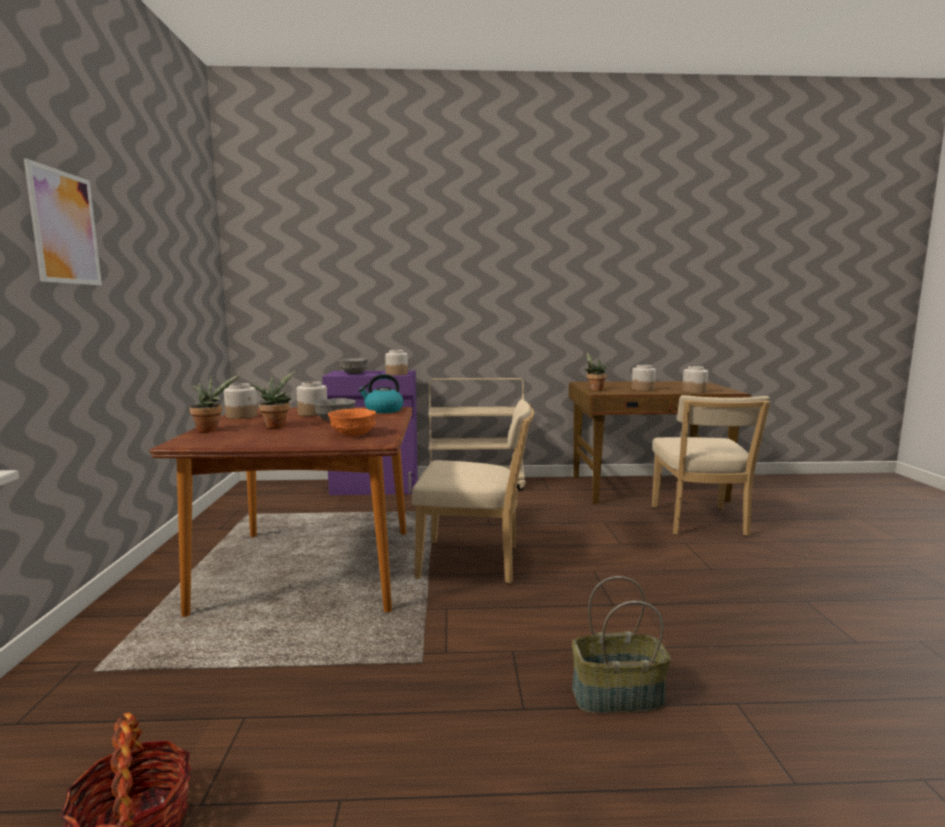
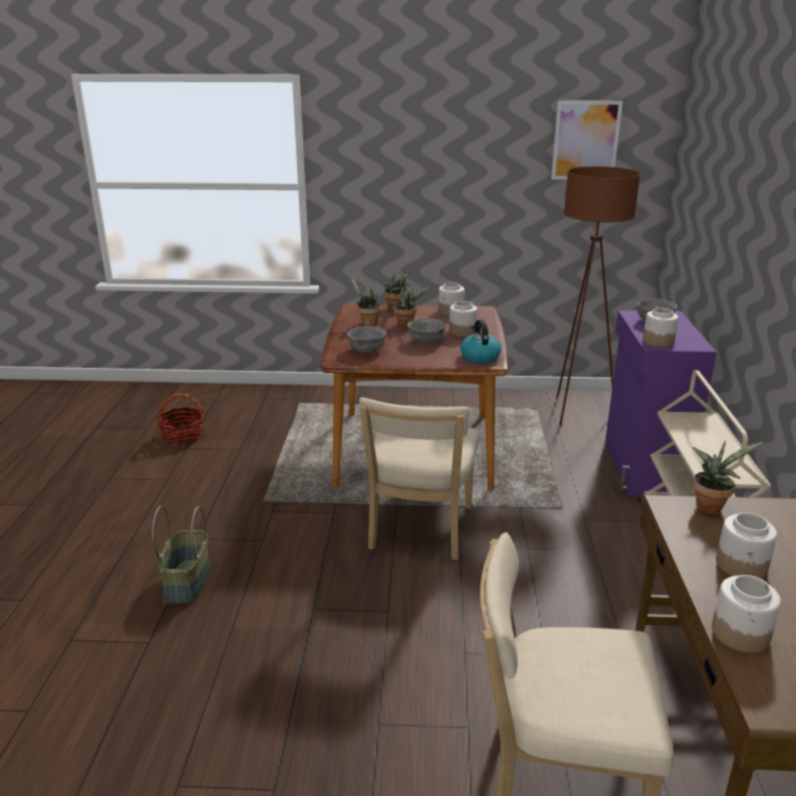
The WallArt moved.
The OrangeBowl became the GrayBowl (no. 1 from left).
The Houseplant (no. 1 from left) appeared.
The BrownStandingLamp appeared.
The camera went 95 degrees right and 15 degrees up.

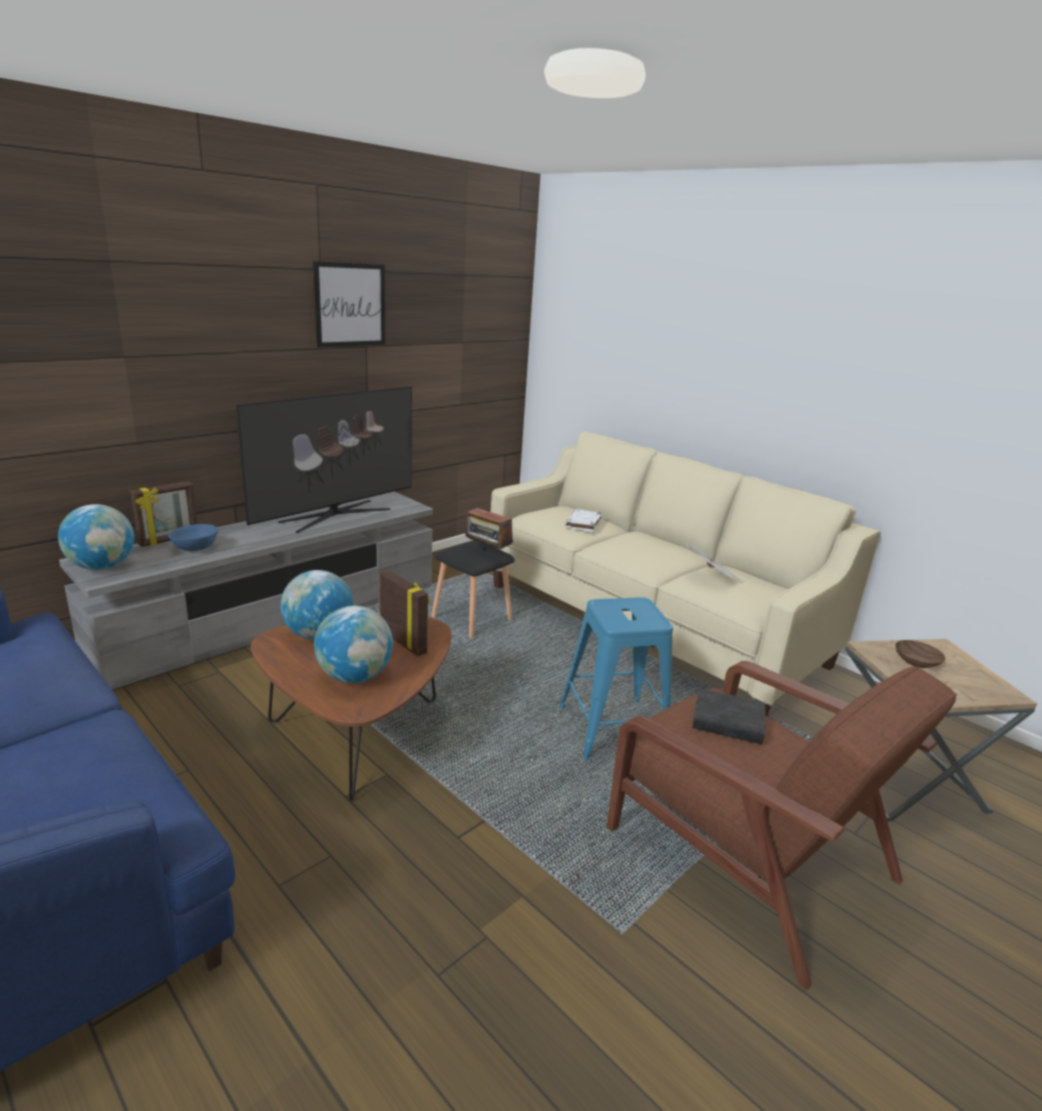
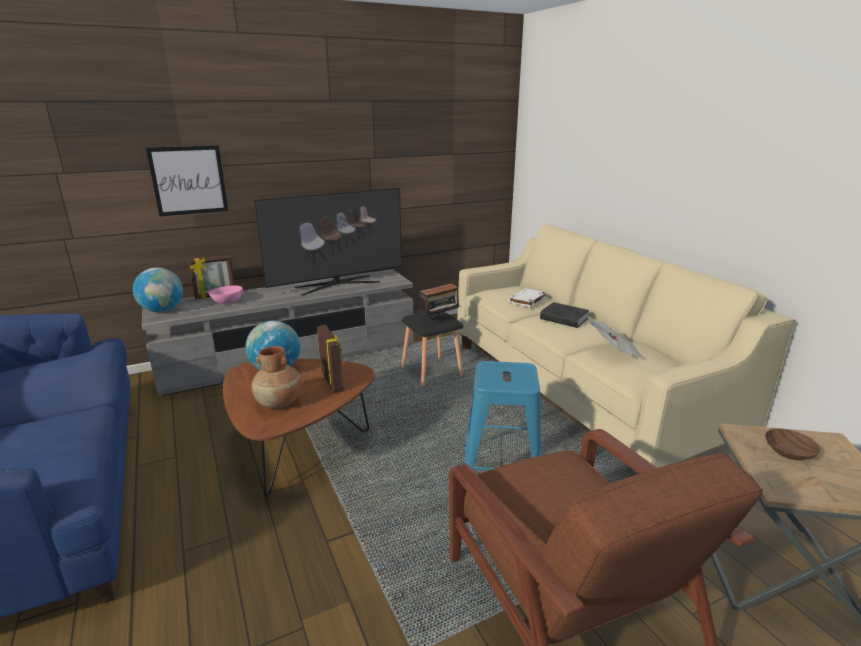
The BlueBowl became the PinkishBowl.
The WallArt moved.
The Globe (no. 3 from left) was replaced by the BrownVase.
The RadioReceiver turned 90 degrees counterclockwise.
The BlackVolume moved.
The camera went 20 degrees right and 0 degrees up.

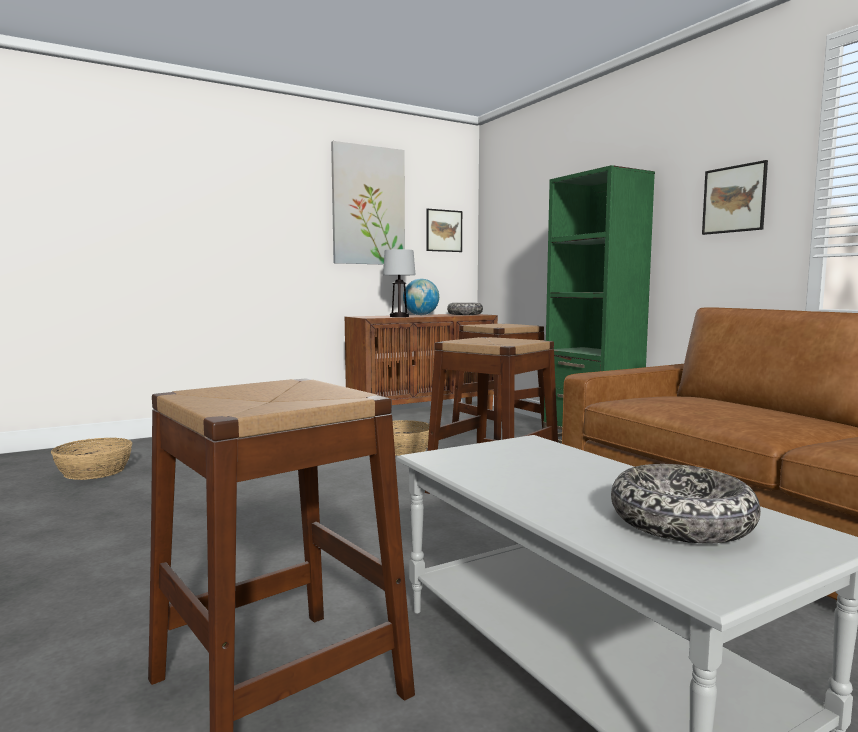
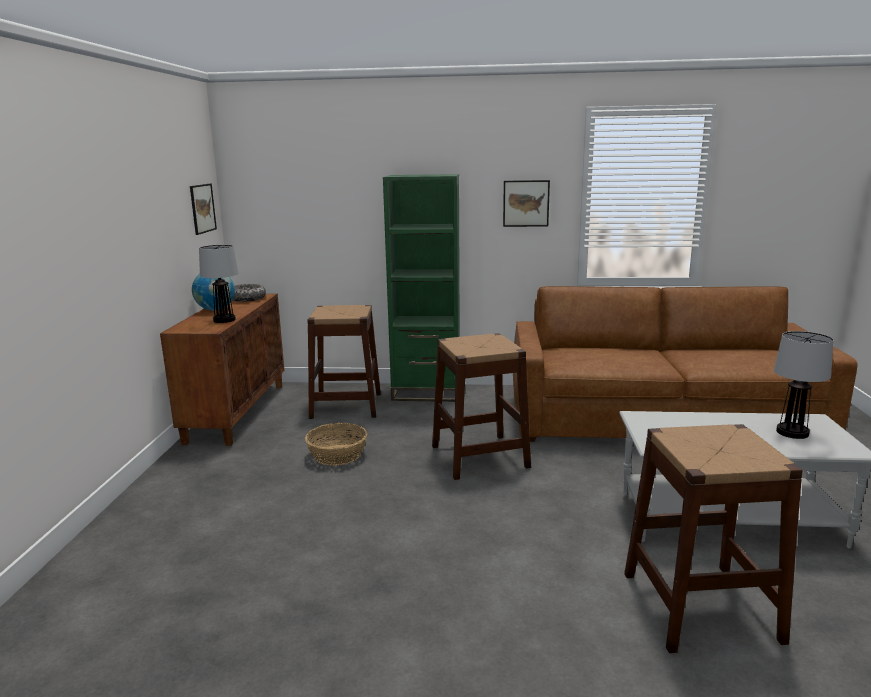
The Basket (no. 1 from left) disappeared.
The WallArt (no. 1 from left) disappeared.
The Bowl (no. 2 from left) was replaced by the LampForATable (no. 2 from left).
The camera went 55 degrees left and 10 degrees up.

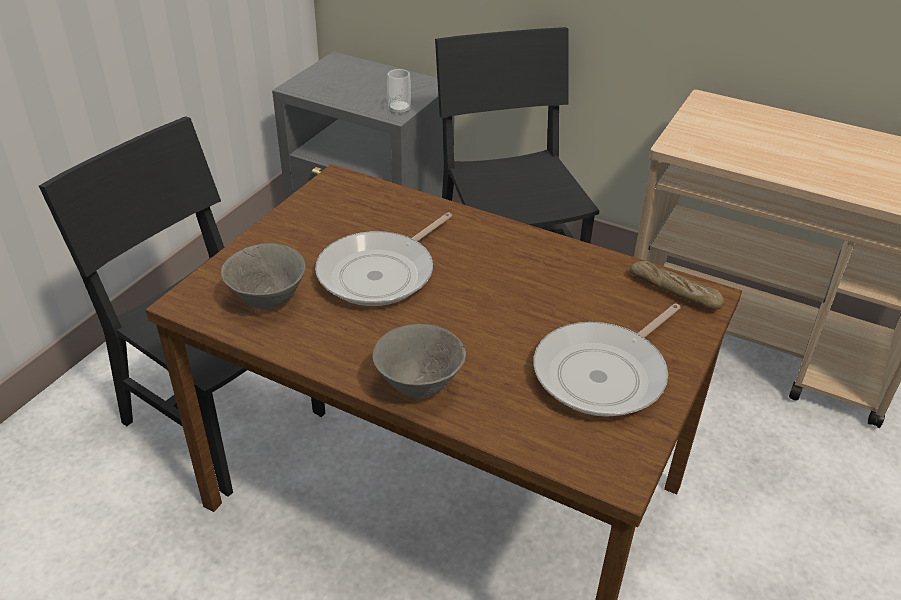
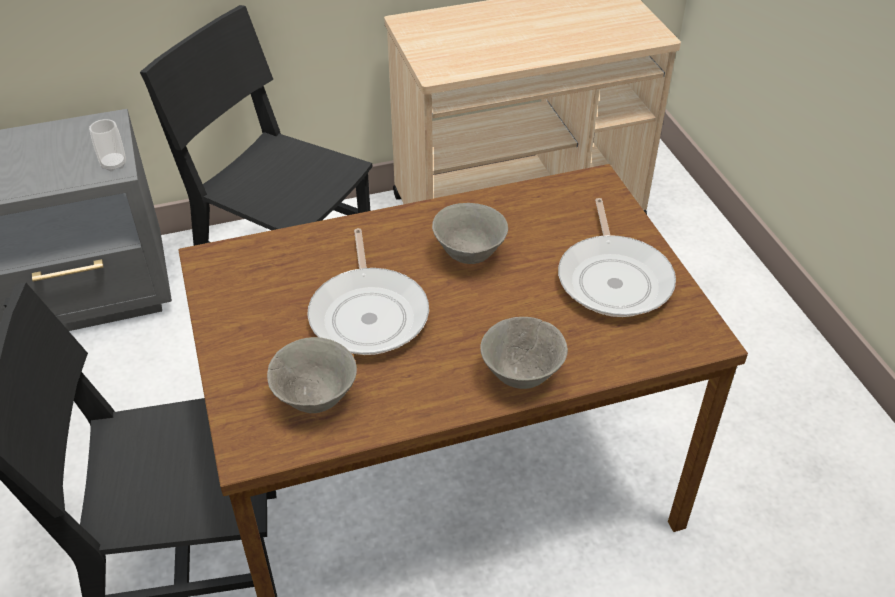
The Bread disappeared.
The GrayBowl (no. 2 from left) appeared.
The camera went 45 degrees left and 5 degrees up.

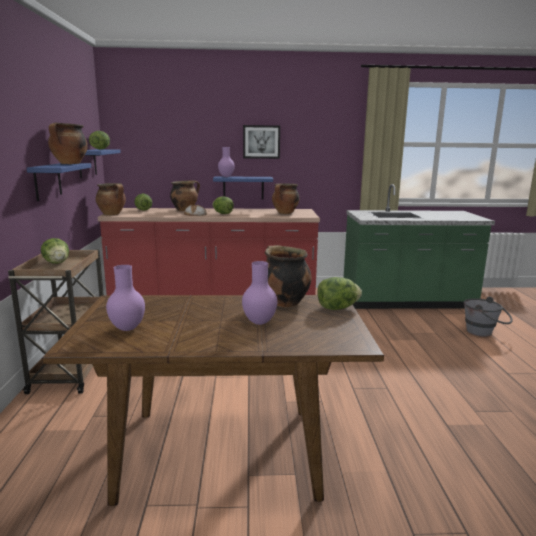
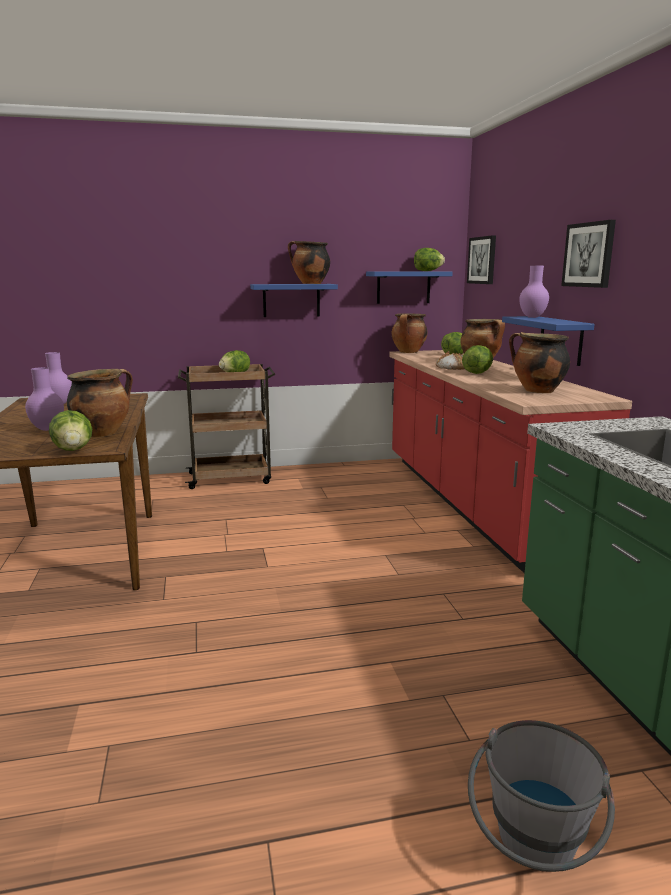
The WallArt (no. 1 from left) appeared.
The camera went 80 degrees right and 0 degrees up.

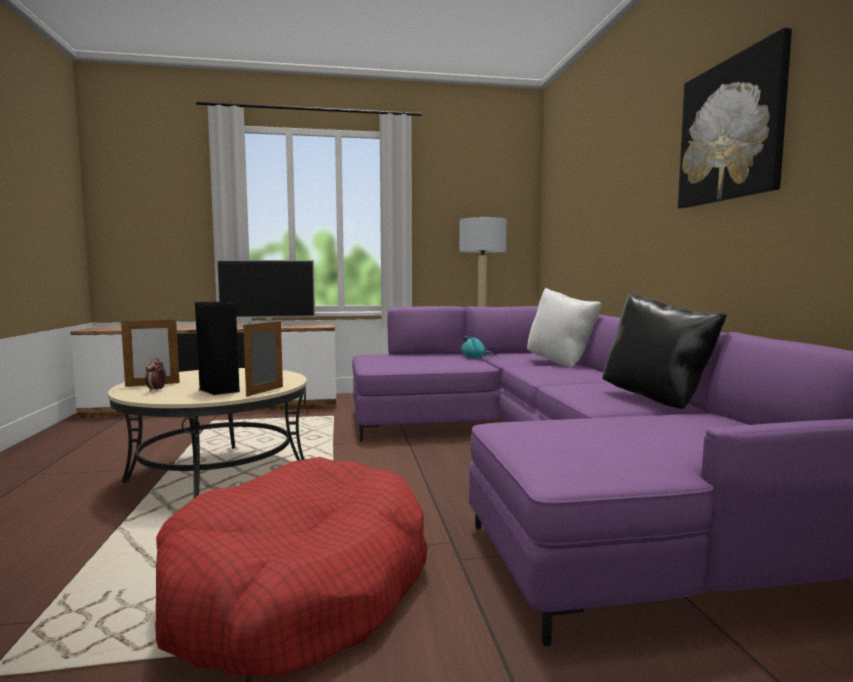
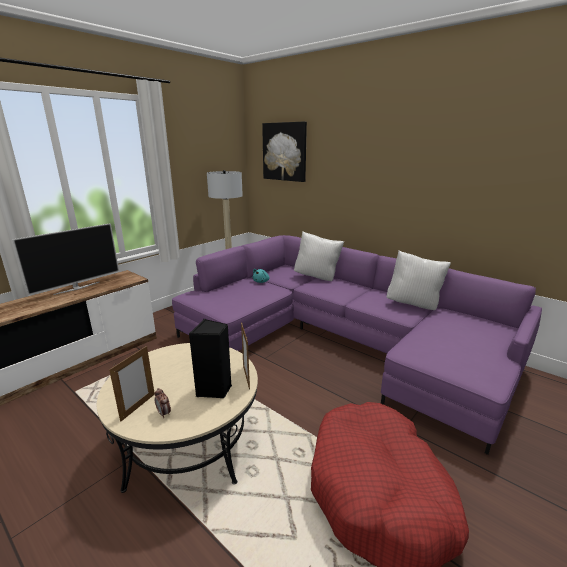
The BlackPillow became the WhiteColouredPillow (no. 2 from left).
The WallArt moved.
The camera went 40 degrees left and 15 degrees up.

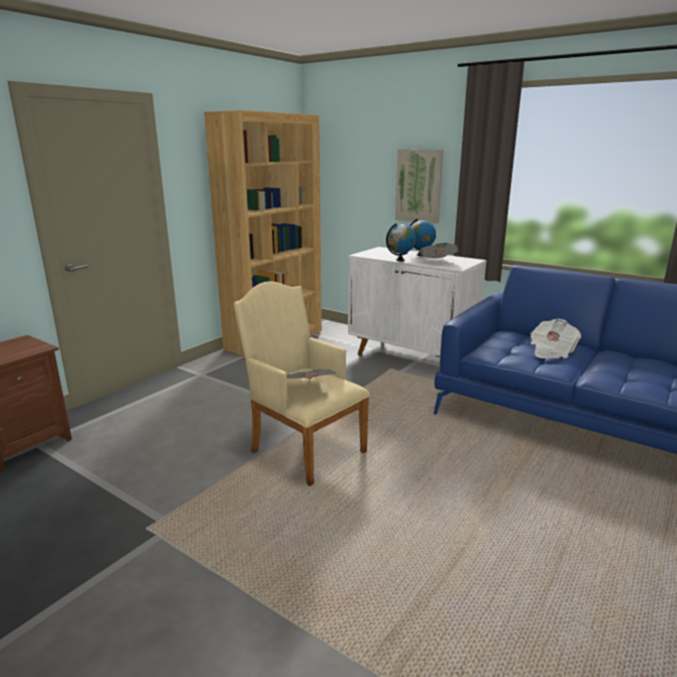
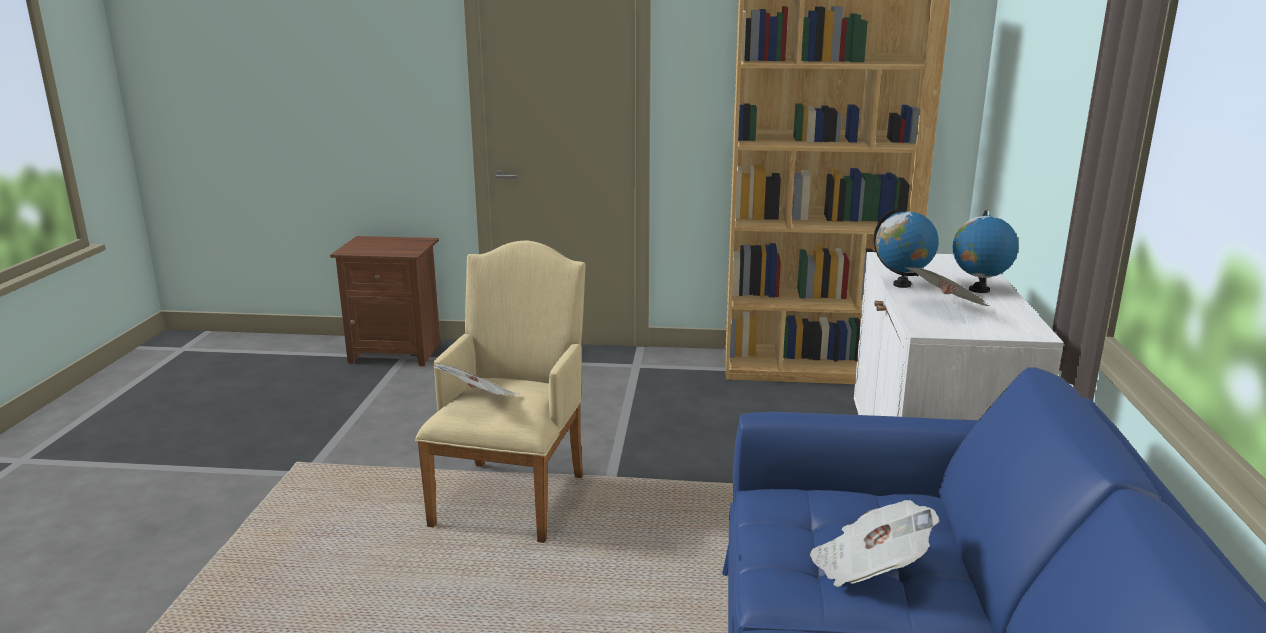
The WallArt disappeared.
The camera went 60 degrees right and 0 degrees up.

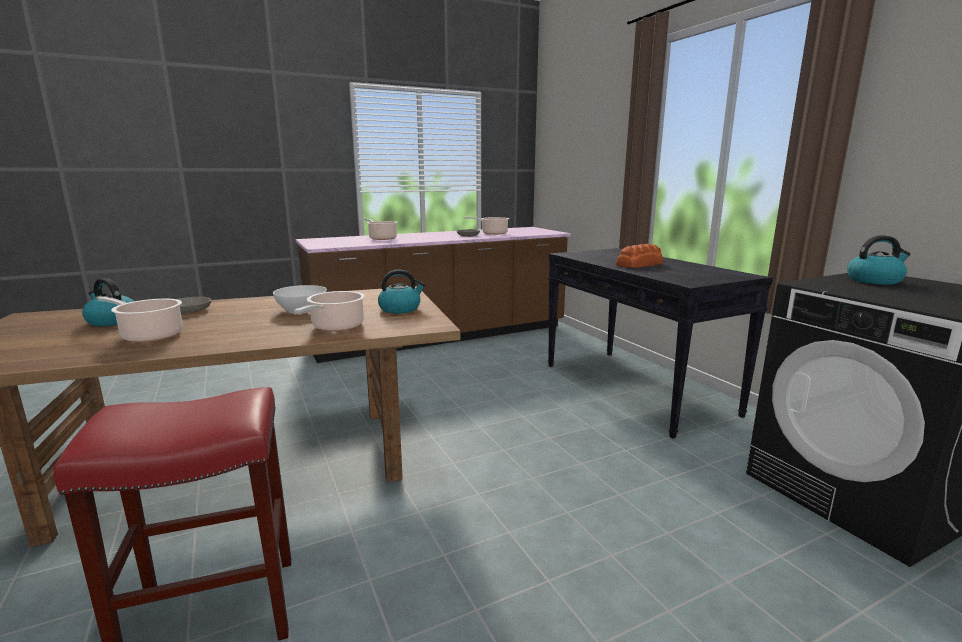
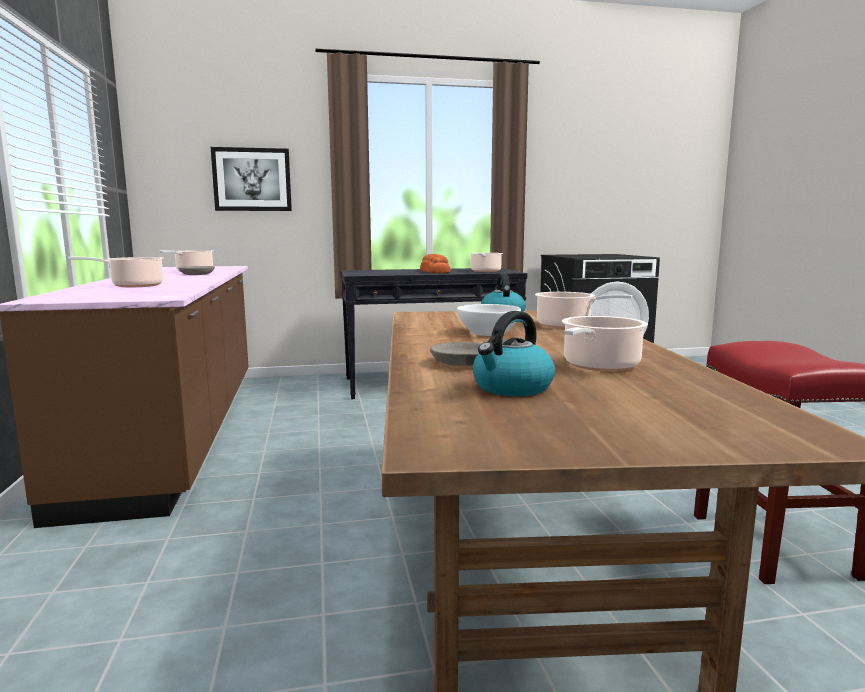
The TeaKettle (no. 3 from left) disappeared.
The WallArt appeared.
The Stockpot (no. 3 from left) appeared.
The camera went 75 degrees left and 5 degrees down.

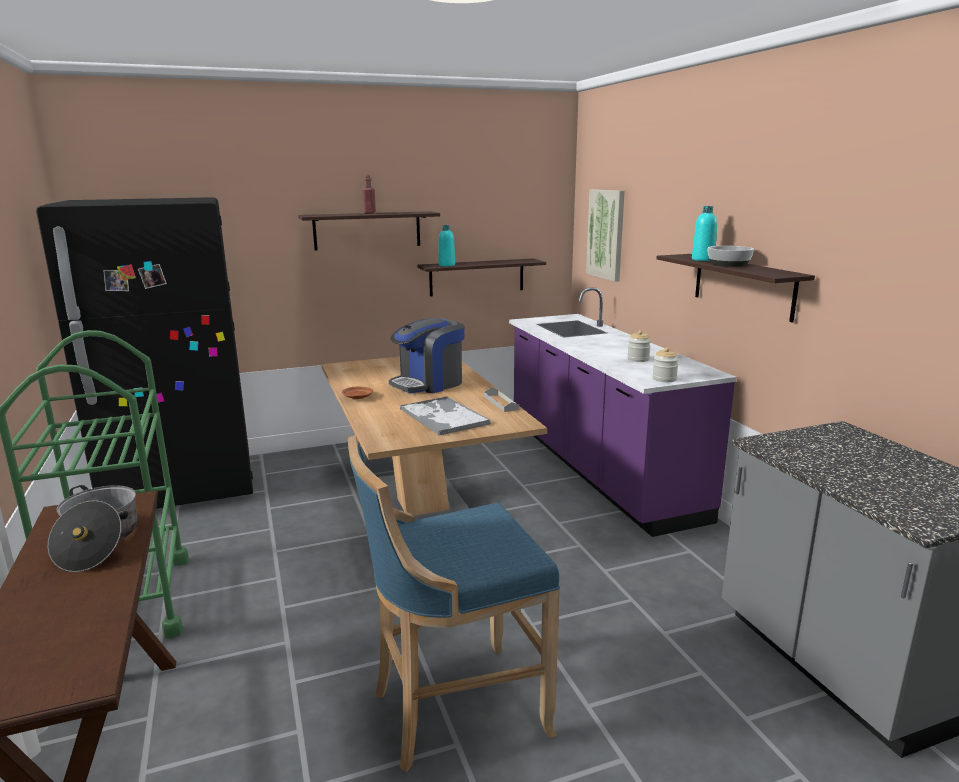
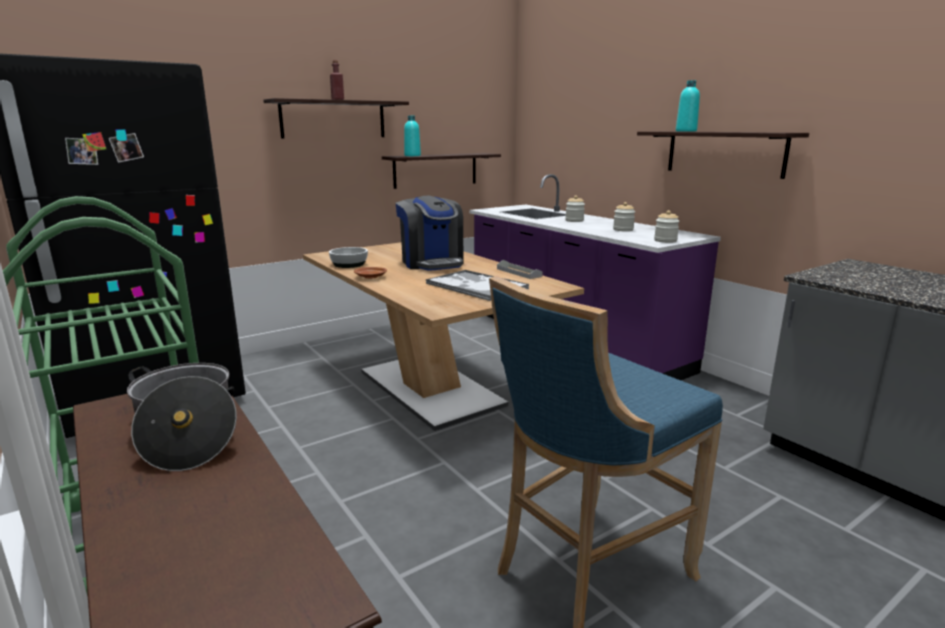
The CoffeeMachine turned 60 degrees counterclockwise.
The WallArt disappeared.
The Bowl moved.
The Jar (no. 1 from left) appeared.
The camera went 15 degrees left and 0 degrees up.

